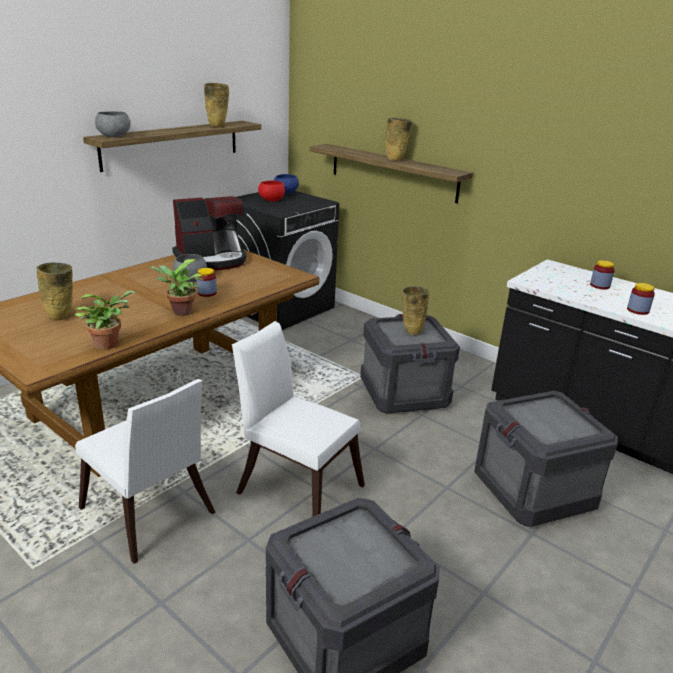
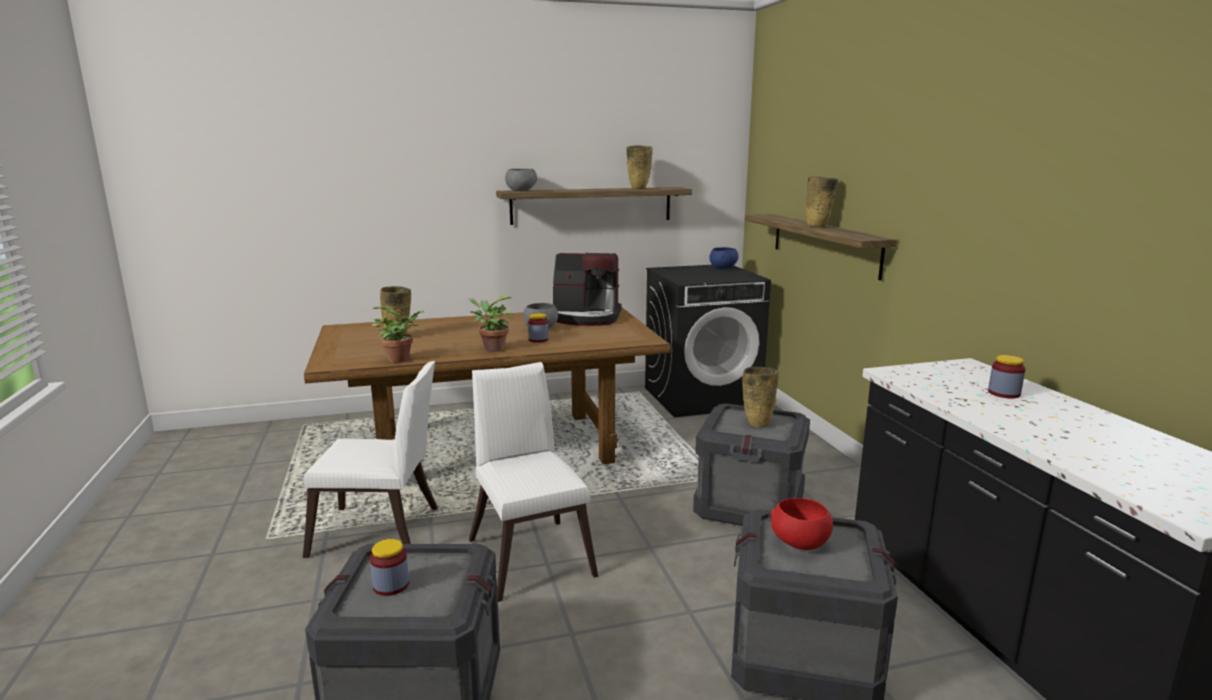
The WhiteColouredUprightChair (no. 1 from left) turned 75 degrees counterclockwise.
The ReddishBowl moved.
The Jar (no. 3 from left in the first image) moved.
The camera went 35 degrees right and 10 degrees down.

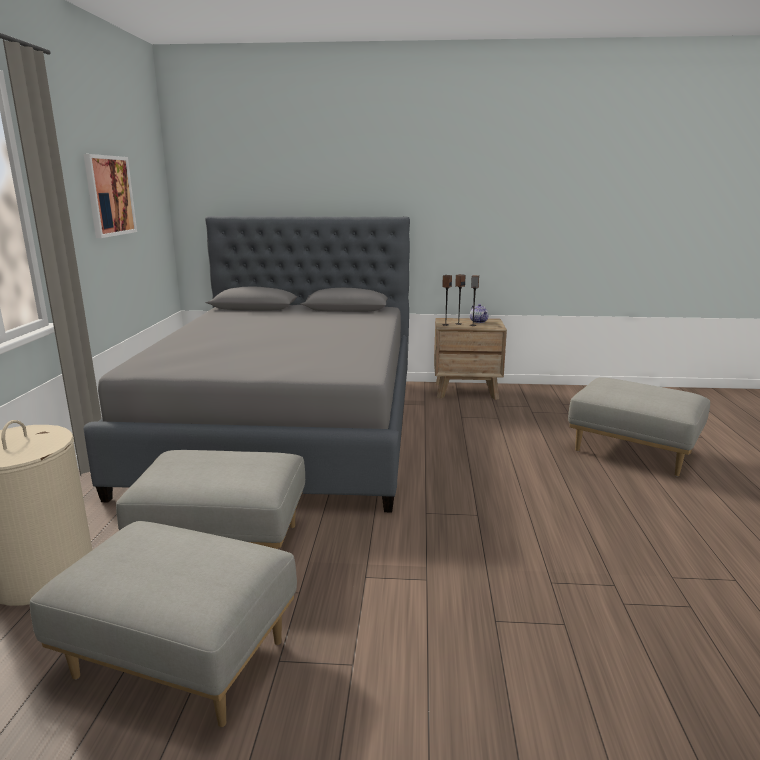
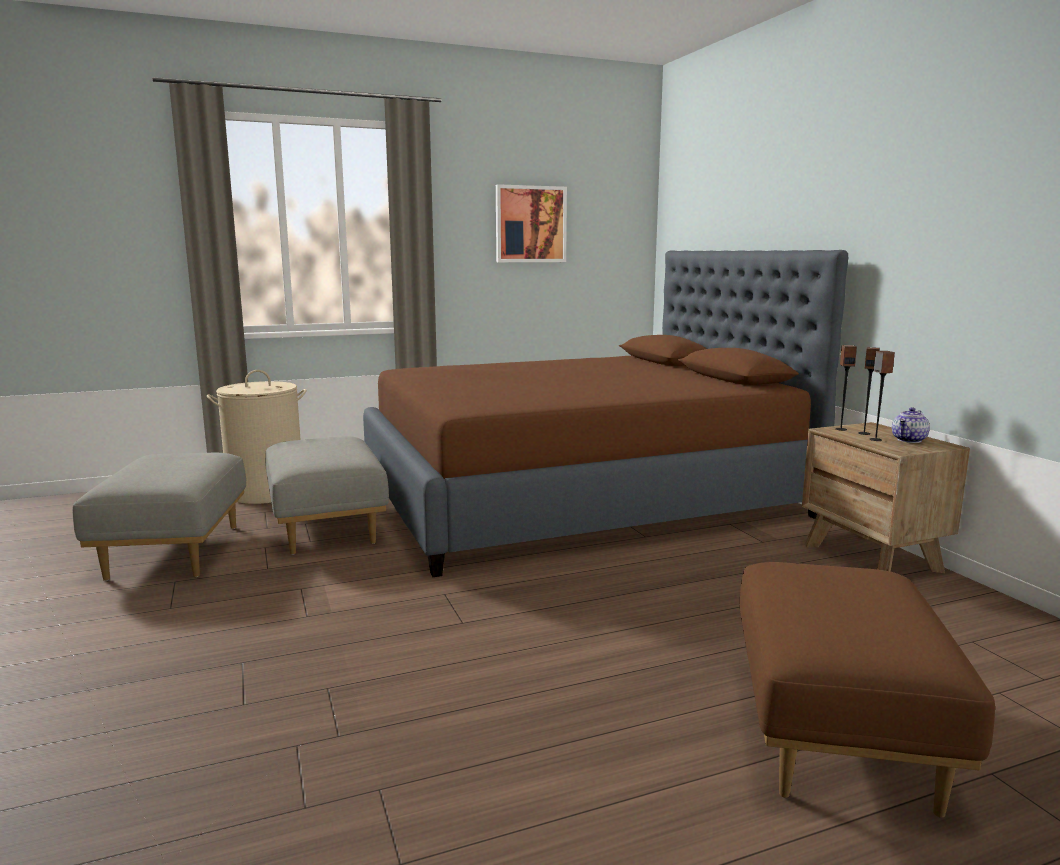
The GrayBedroomBed became the BrownBedroomBed.
The GrayFootrest (no. 3 from left) became the BrownFootrest.
The camera went 65 degrees right and 5 degrees down.

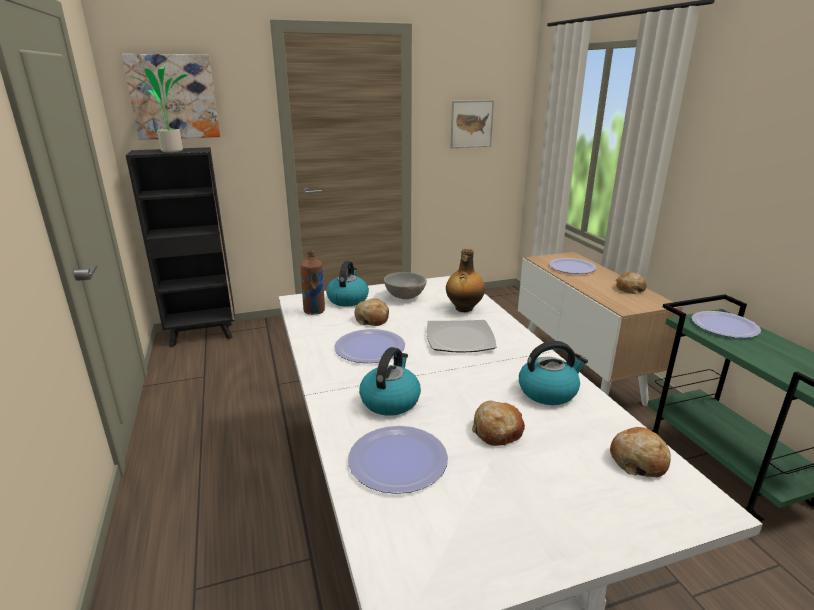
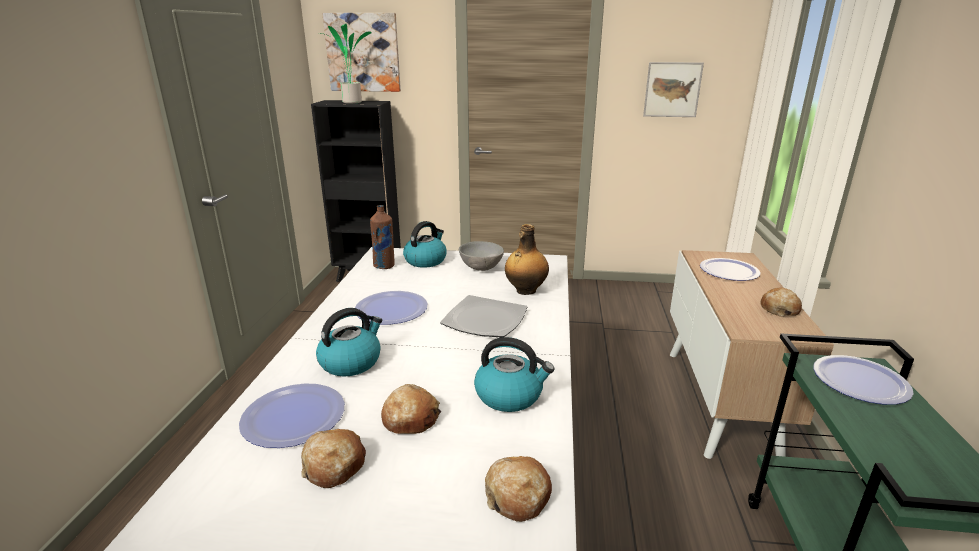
The Bread (no. 1 from left) moved.
The camera went 25 degrees right and 0 degrees up.

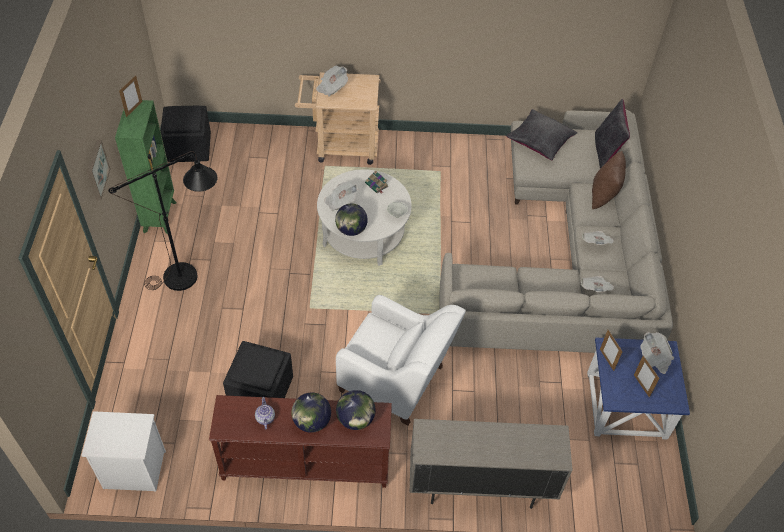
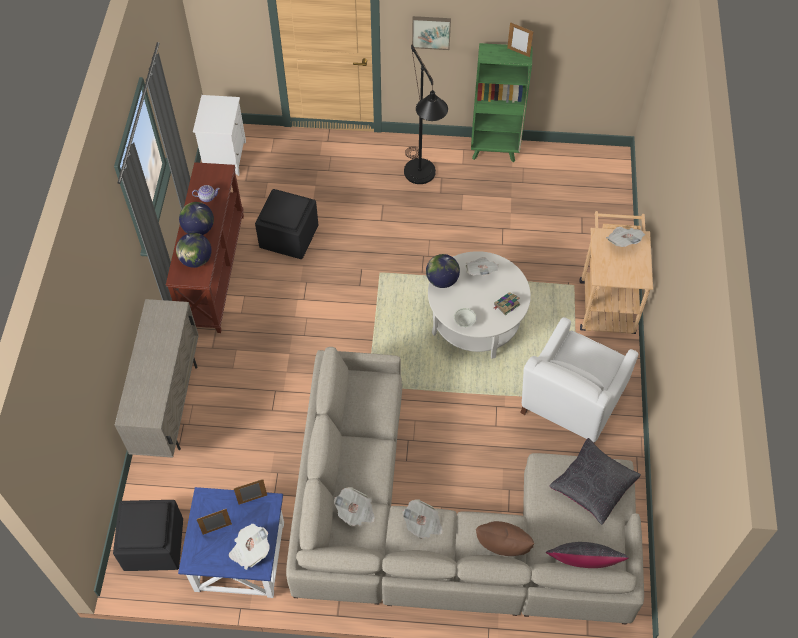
The BlackFootrest (no. 1 from left) moved.
The WhiteColouredLoungeChair moved.
The camera went 95 degrees right and 5 degrees up.

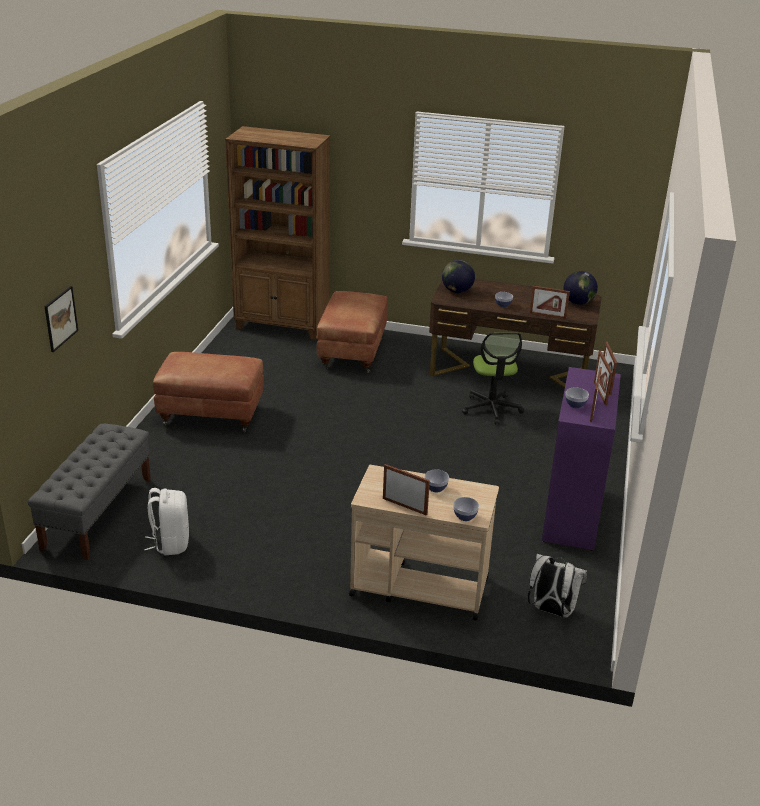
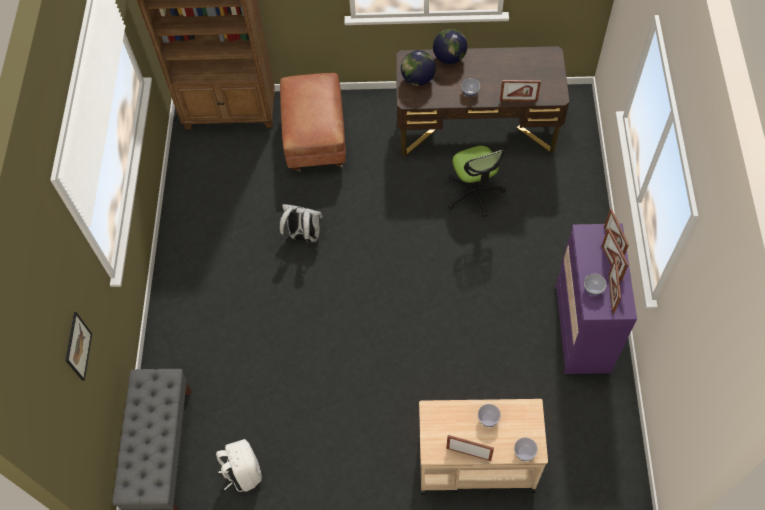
The BrownFootrest (no. 1 from left) disappeared.
The WhiteColouredRucksack (no. 2 from left) moved.
The Globe (no. 2 from left) moved.
The camera went 10 degrees left and 30 degrees up.

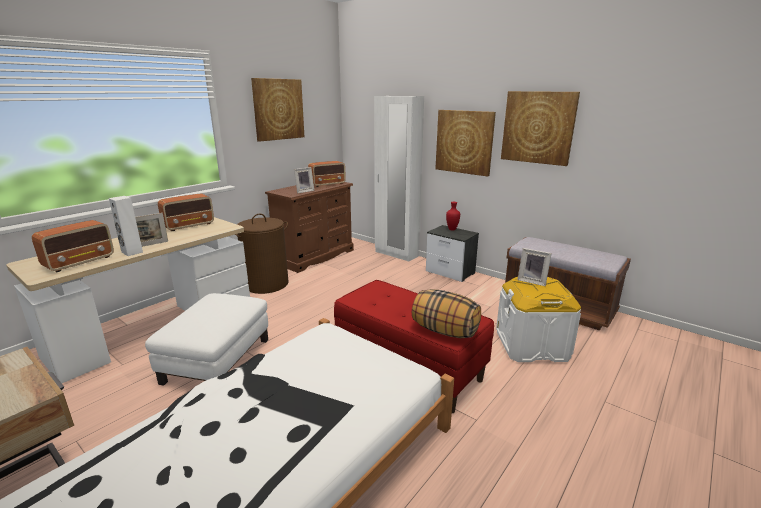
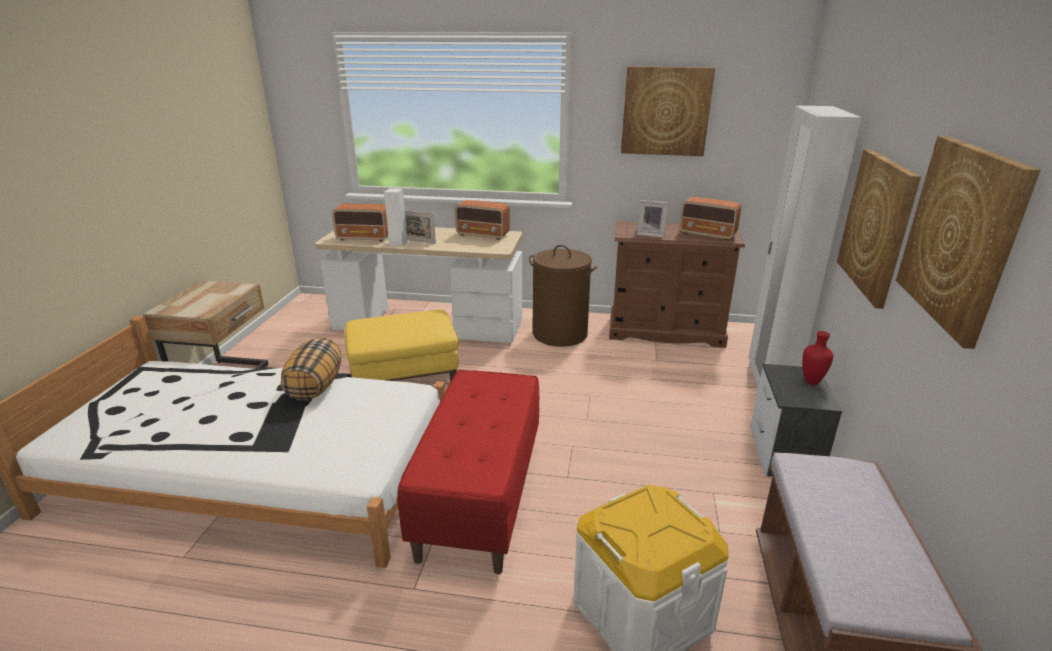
The WhiteColouredFootrest became the YellowishFootrest.
The Pillow moved.
The PictureFrame (no. 3 from left) disappeared.
The camera went 60 degrees right and 5 degrees up.

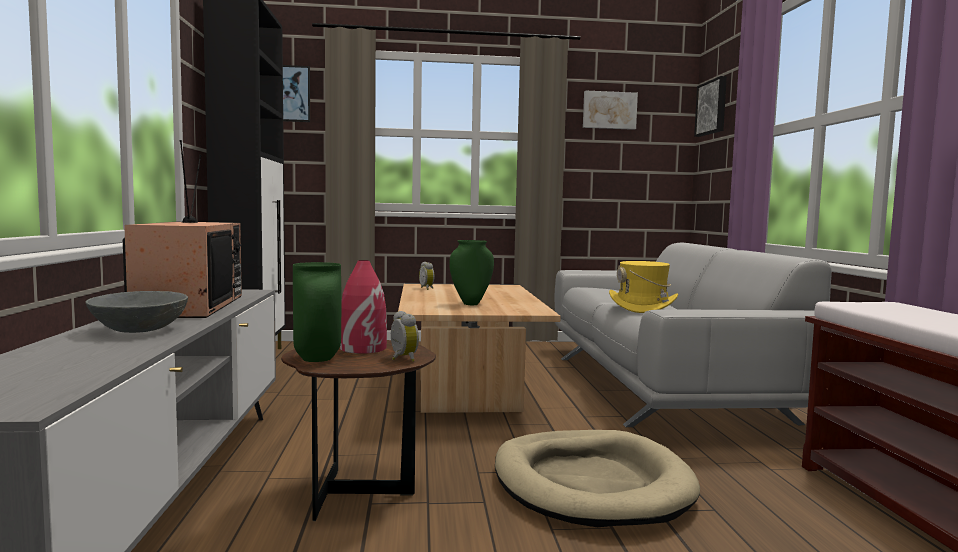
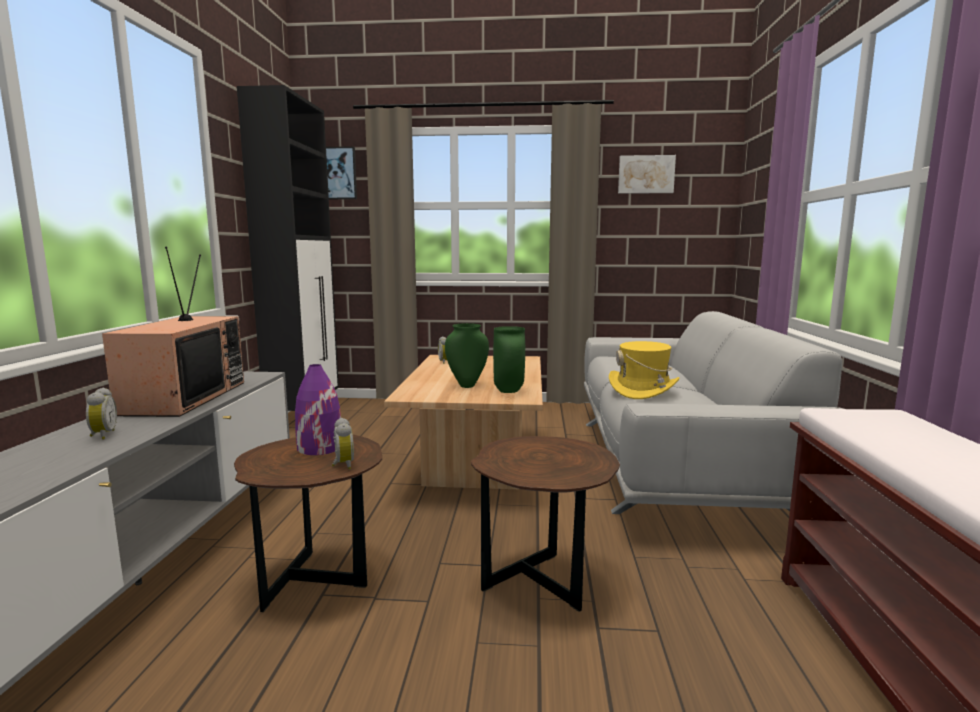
The GrayBowl was replaced by the AlarmClock (no. 1 from left).
The GreenishVase (no. 1 from left in the first image) moved.
The ReddishVase became the PurpleVase.
The SandColouredDogCushion was replaced by the BrownAccentTable (no. 2 from left).
The WallArt (no. 3 from left) disappeared.
The camera went 10 degrees right and 5 degrees up.

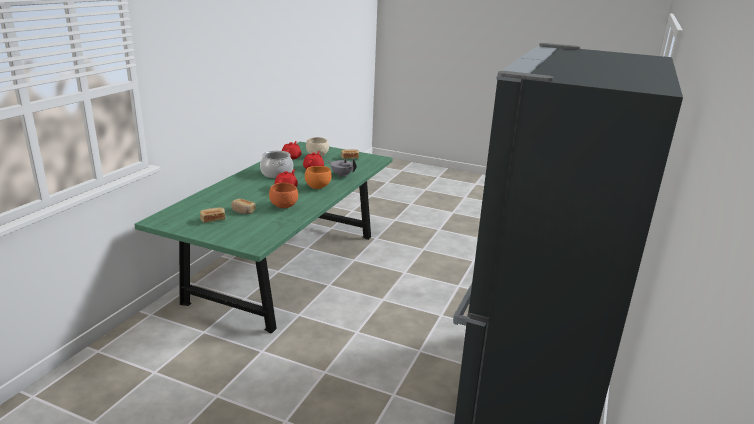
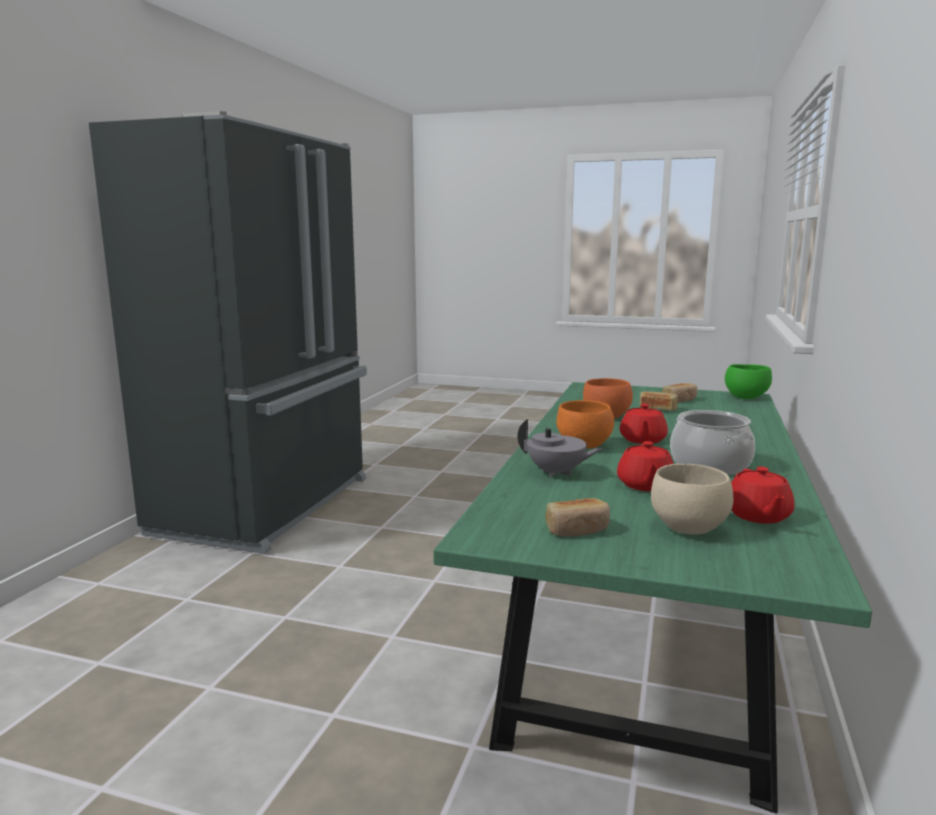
The GreenishBowl appeared.
The camera went 175 degrees right and 10 degrees down.

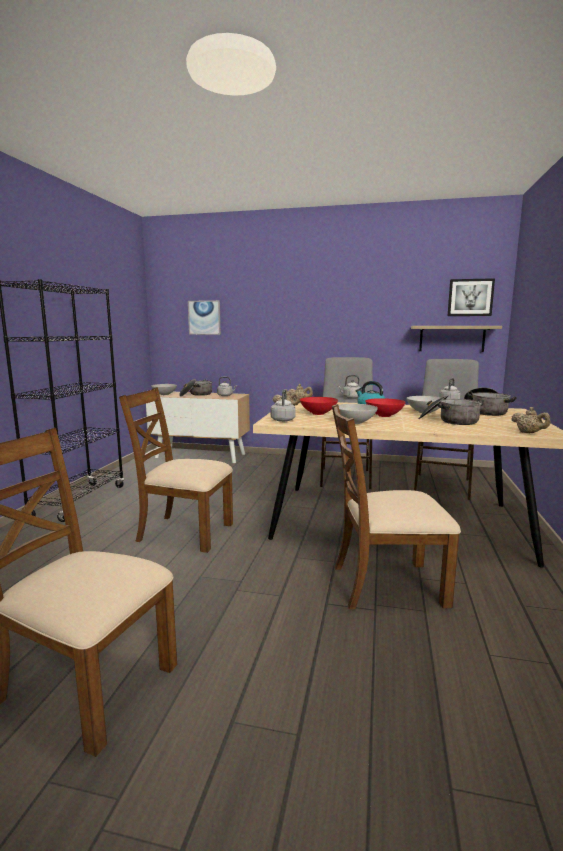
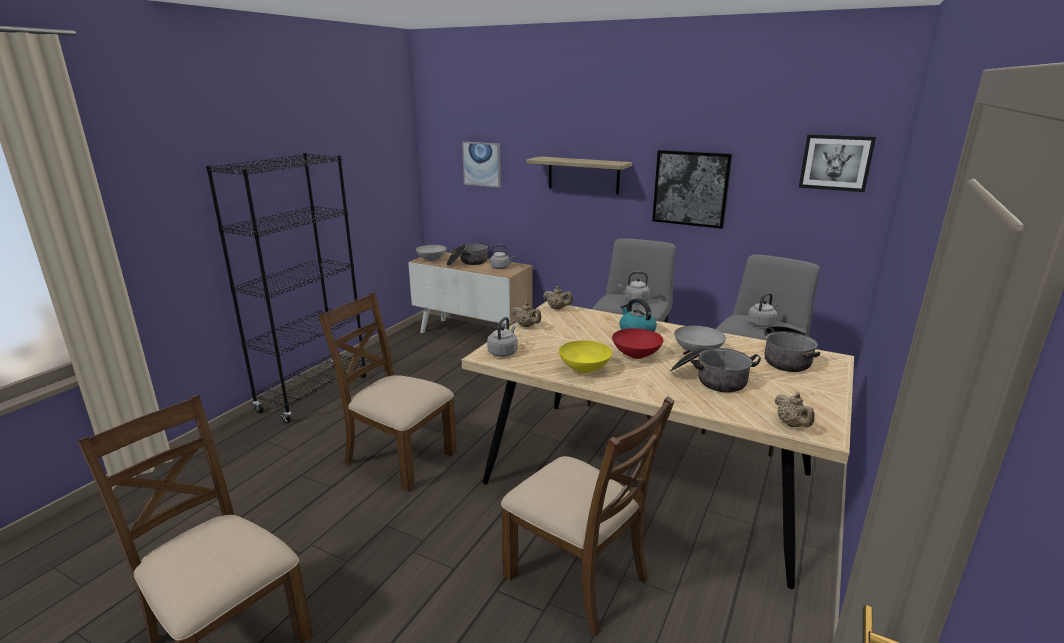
The ReddishBowl (no. 1 from left) disappeared.
The BrownUprightChair (no. 3 from left) turned 150 degrees counterclockwise.
The GrayBowl (no. 2 from left) became the YellowishBowl.
The Shelf moved.
The WallArt (no. 2 from left) appeared.
The camera went 15 degrees right and 10 degrees up.

